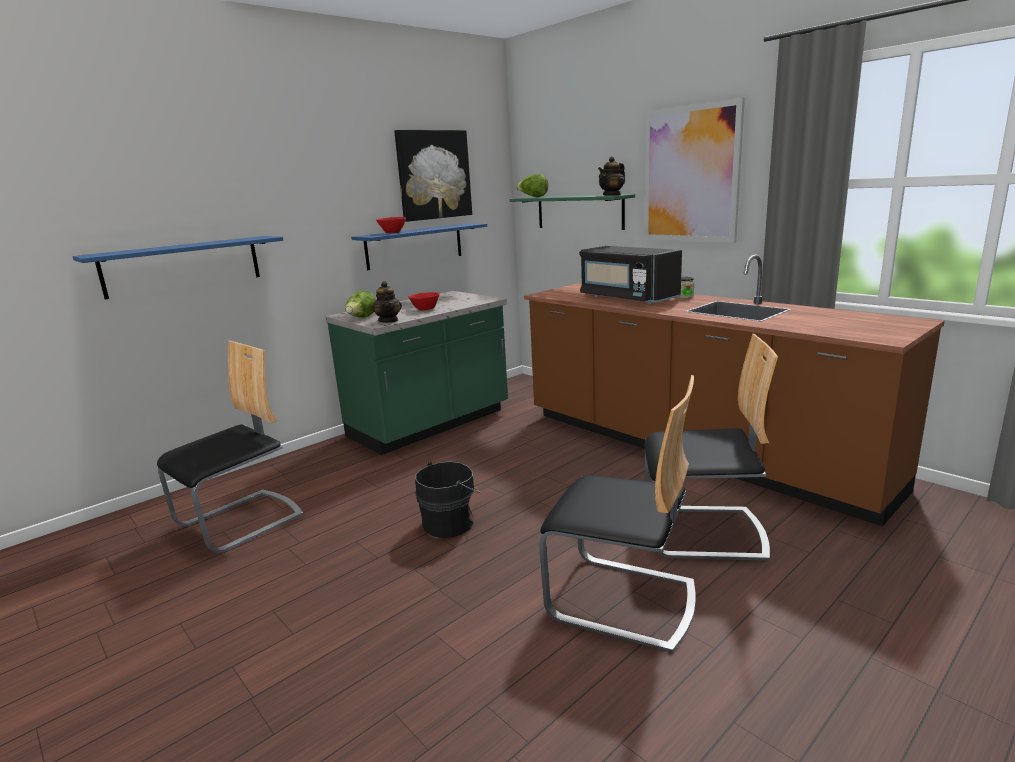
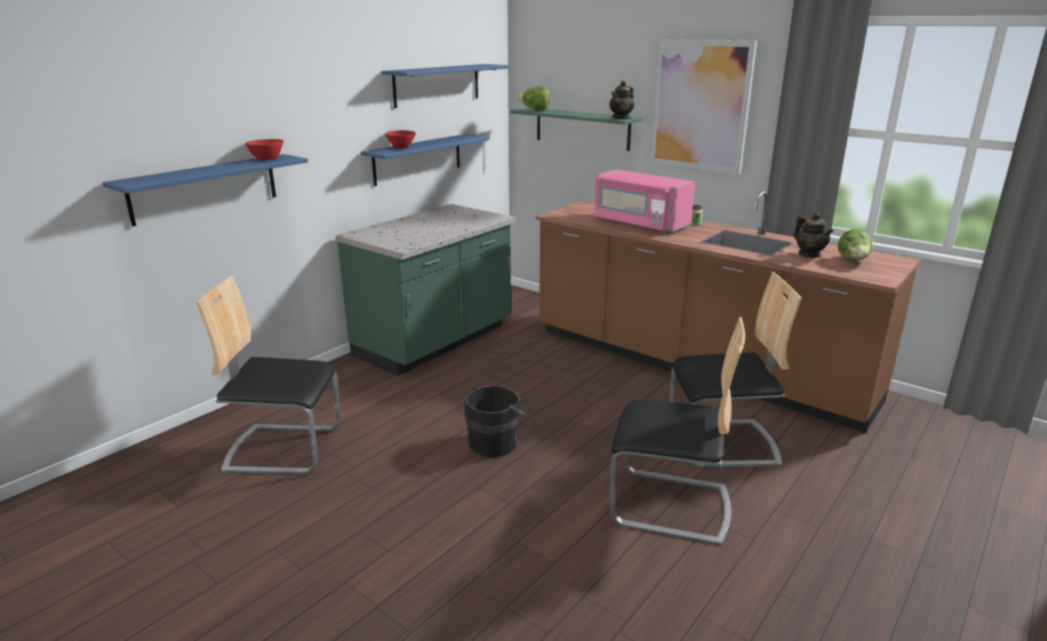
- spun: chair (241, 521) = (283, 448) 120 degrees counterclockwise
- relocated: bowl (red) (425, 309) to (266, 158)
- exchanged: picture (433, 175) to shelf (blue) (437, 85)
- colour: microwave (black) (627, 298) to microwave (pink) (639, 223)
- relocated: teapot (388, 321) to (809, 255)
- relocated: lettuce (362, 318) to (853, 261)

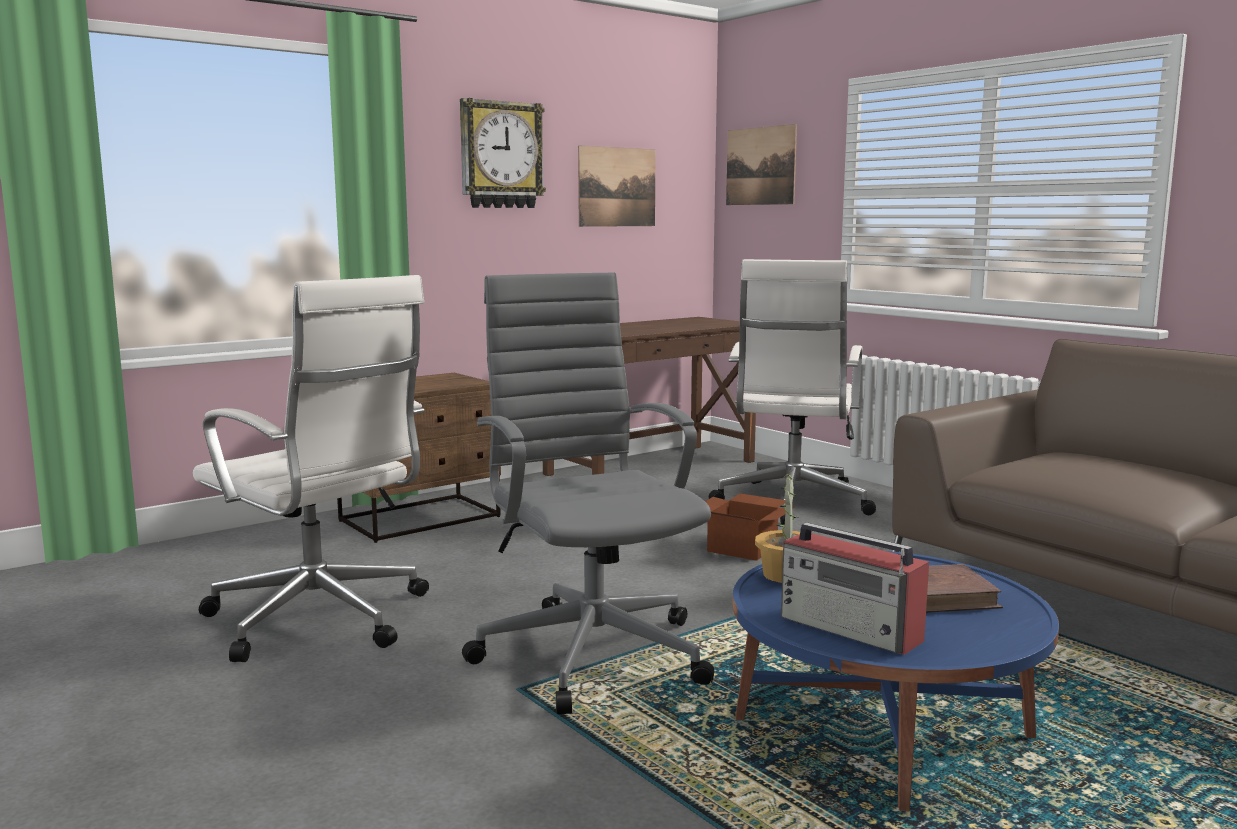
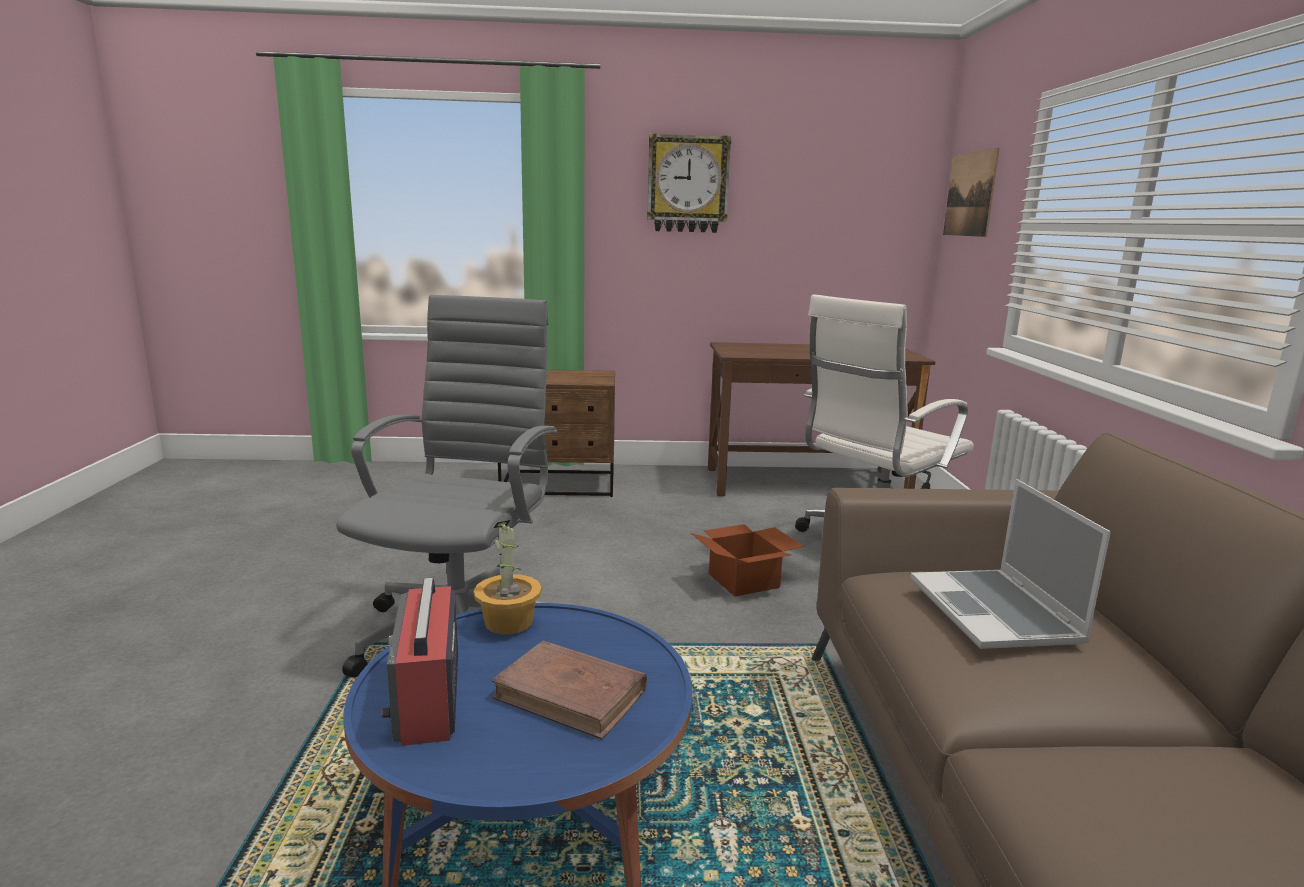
- appeared: laptop (996, 612)
- missing: office chair (white) (321, 620)
- missing: picture (617, 187)

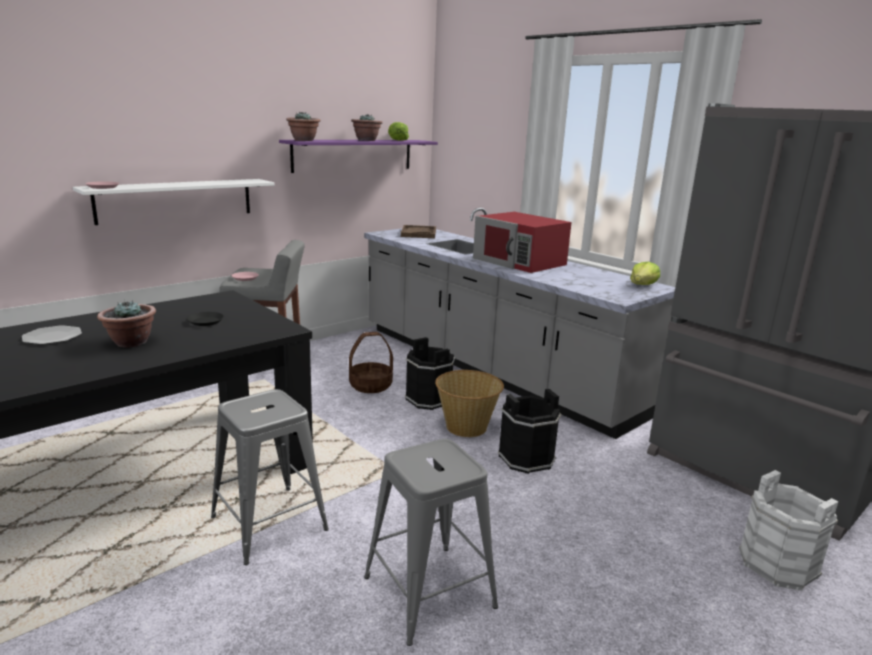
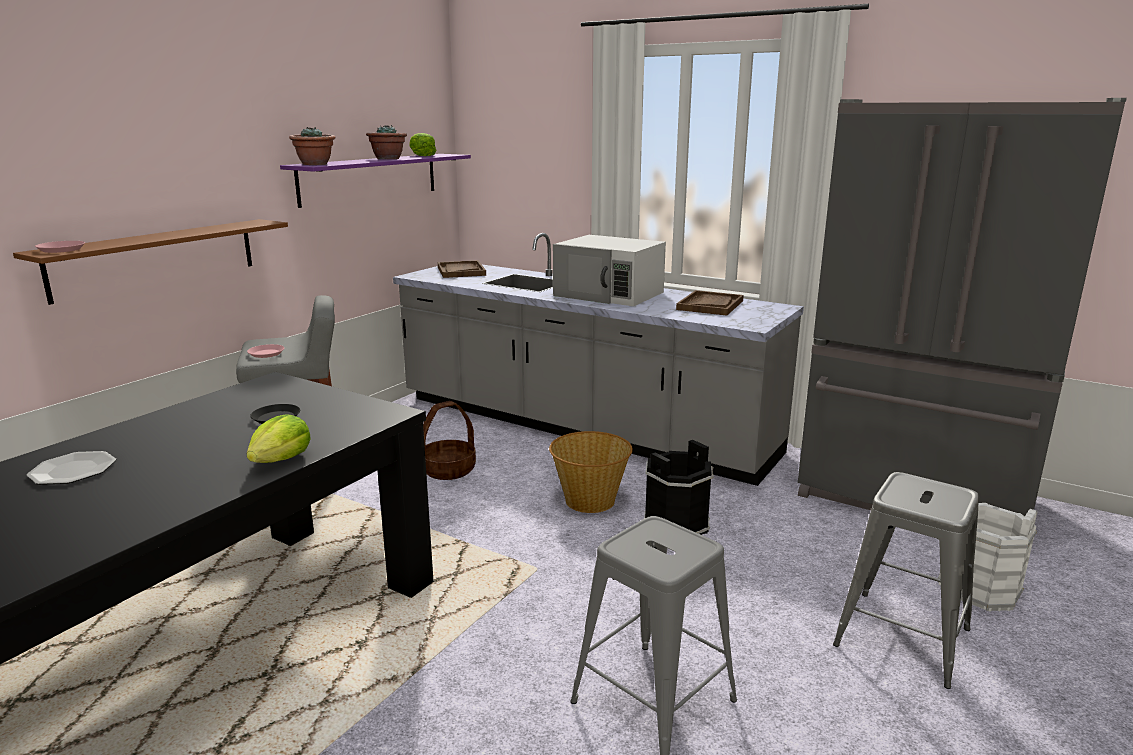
- colour: shelf (white) (176, 200) to shelf (brown) (156, 258)
- relocated: lettuce (642, 285) to (281, 459)
- colour: microwave (red) (520, 261) to microwave (white) (609, 294)
- appeared: tray (brown) (710, 305)
- relocated: stool (grey) (269, 523) to (901, 636)
- missing: potted plant (130, 342)
- missing: bucket (black) (429, 399)

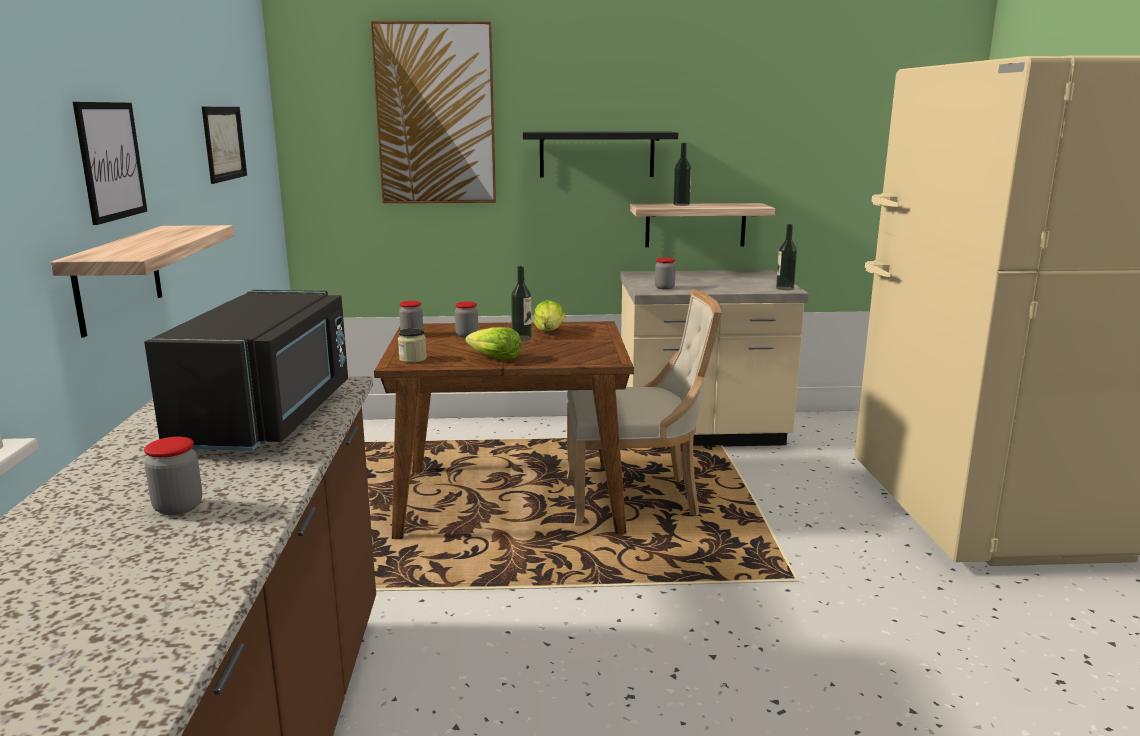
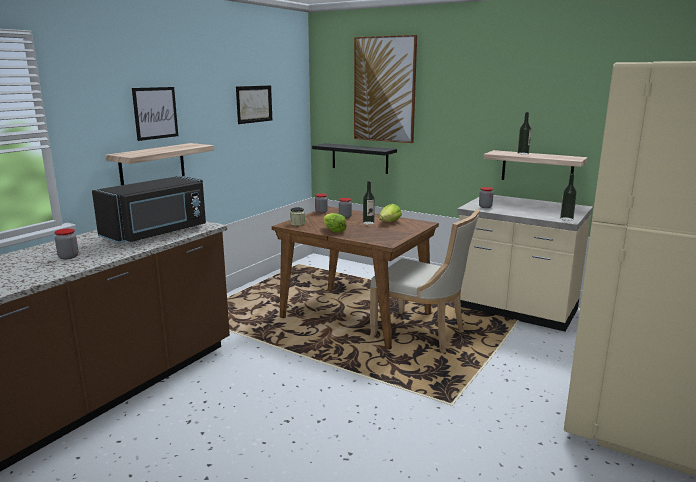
- relocated: shelf (black) (597, 154) to (359, 158)

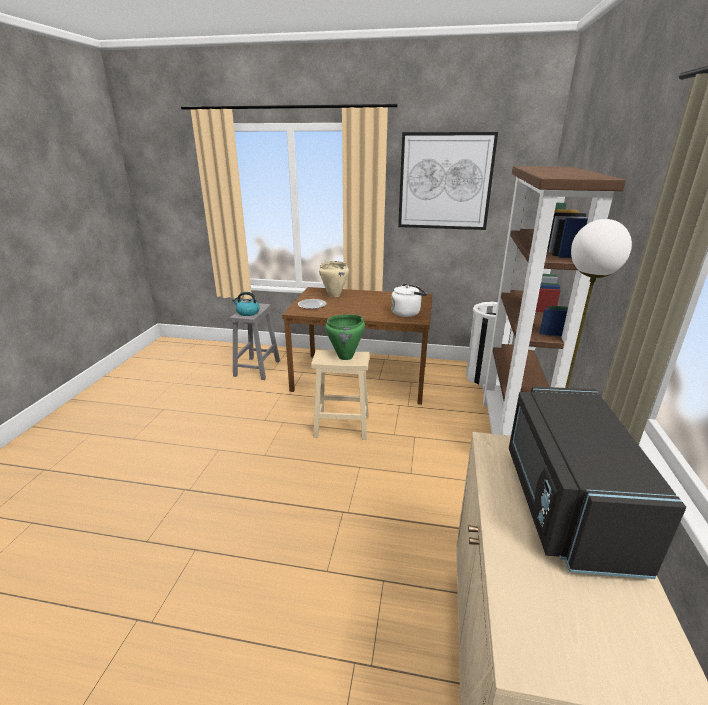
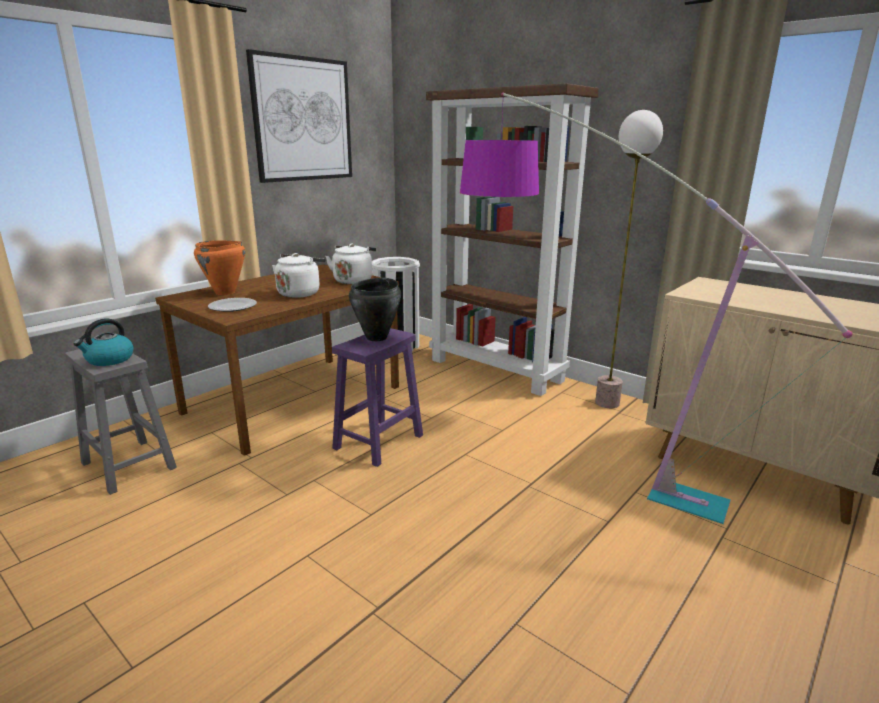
- colour: cooking pot (beige) (334, 295) to cooking pot (orange) (225, 293)
- appeared: kettle (white) (300, 293)
- colour: stool (beige) (340, 426) to stool (purple) (378, 442)
- colour: cooking pot (green) (345, 357) to cooking pot (black) (377, 338)
- appeared: floor lamp (569, 461)
- missing: microwave (black) (564, 504)

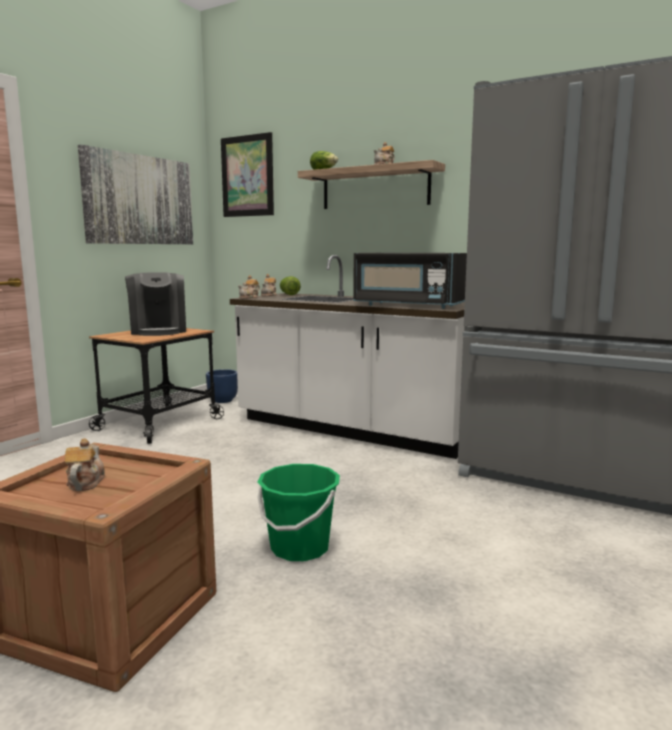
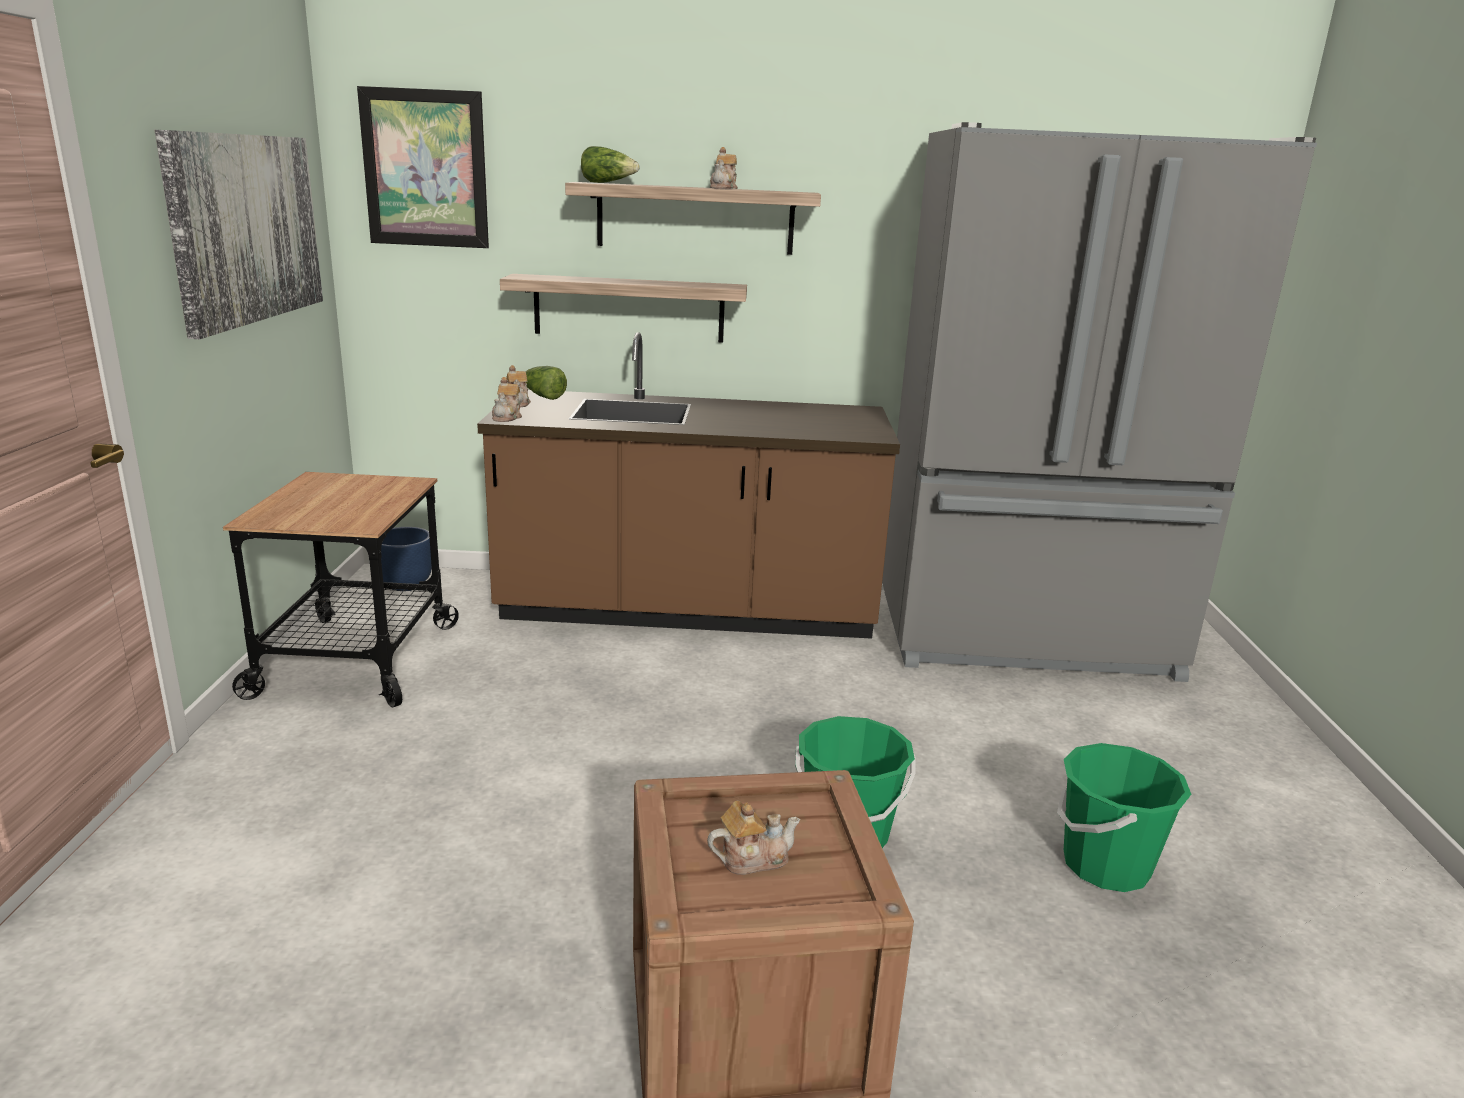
- colour: counter (white) (353, 429) to counter (brown) (688, 611)
- appeared: shelf (629, 308)
- spun: teapot (85, 483) = (752, 858) 105 degrees clockwise
- appeared: bucket (green) (1105, 865)
- missing: coffee machine (158, 331)
- missing: microwave (black) (407, 305)

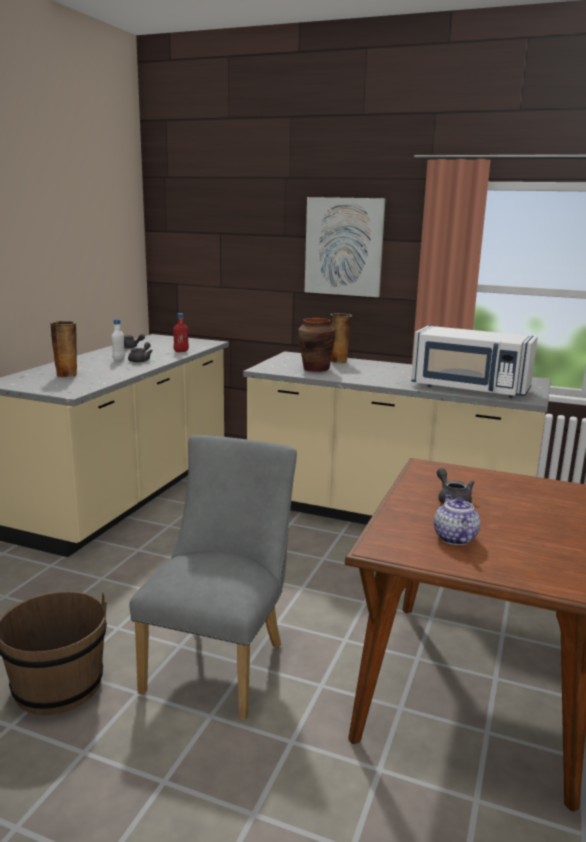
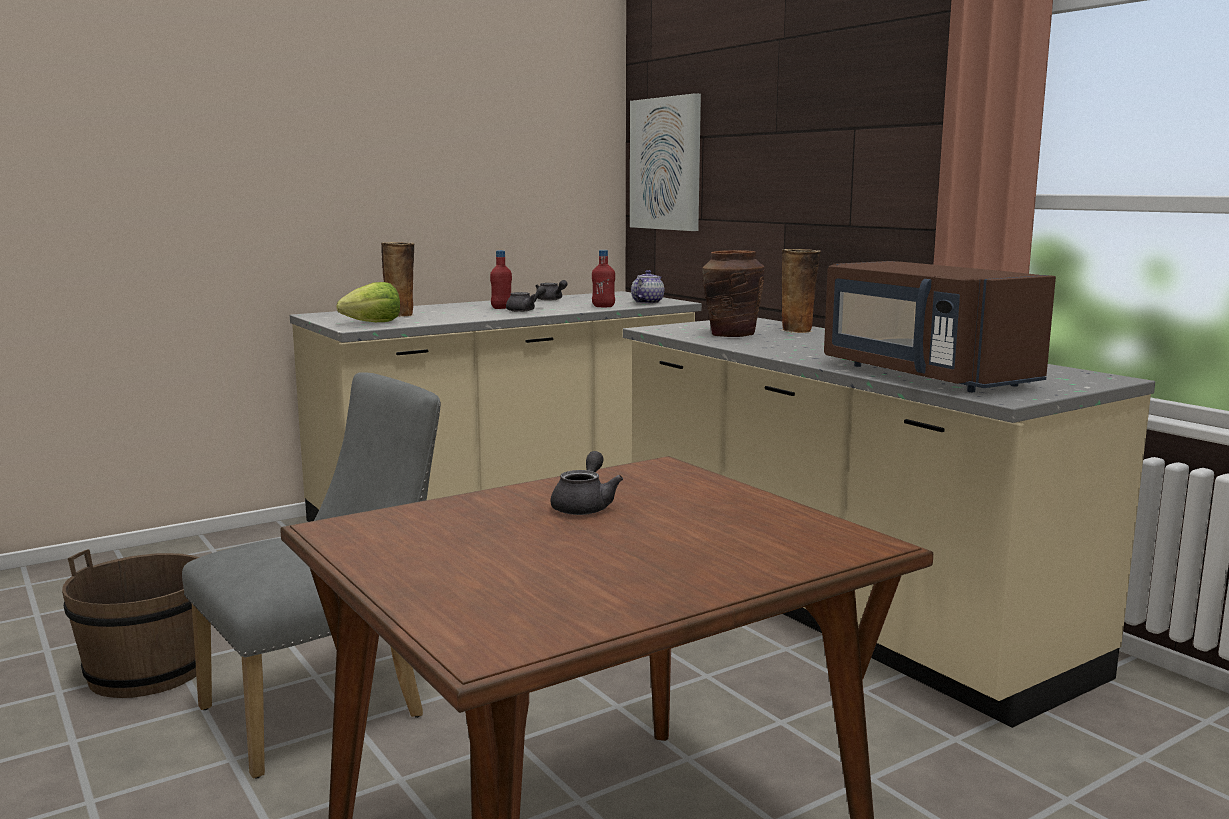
- appeared: lettuce (373, 322)
- colour: bottle (white) (119, 360) to bottle (red) (501, 308)
- relocated: picture (344, 247) to (666, 164)
- relocated: teapot (454, 538) to (647, 302)
- colour: microwave (white) (469, 389) to microwave (brown) (922, 375)

